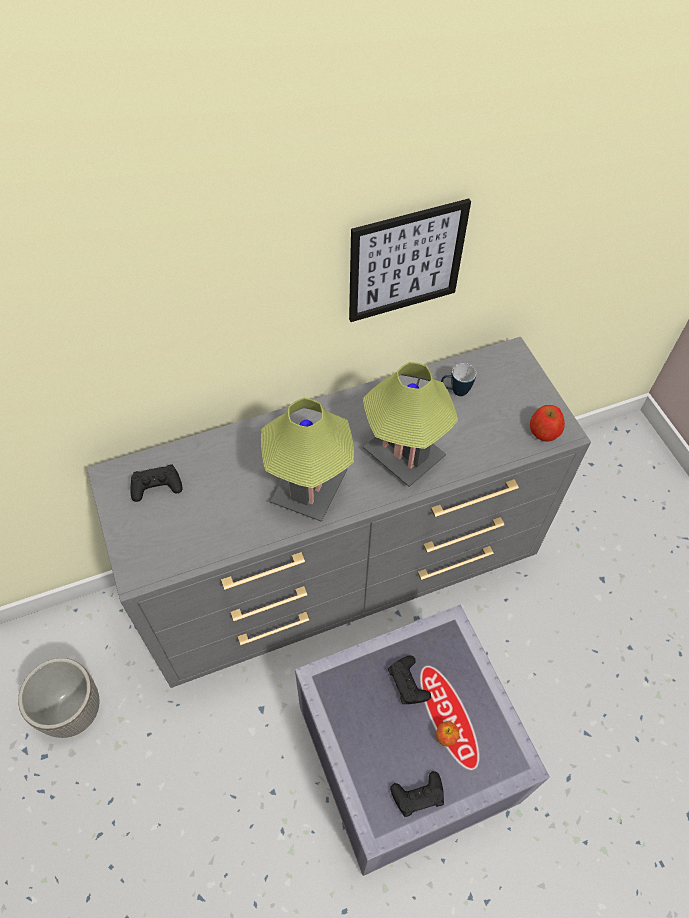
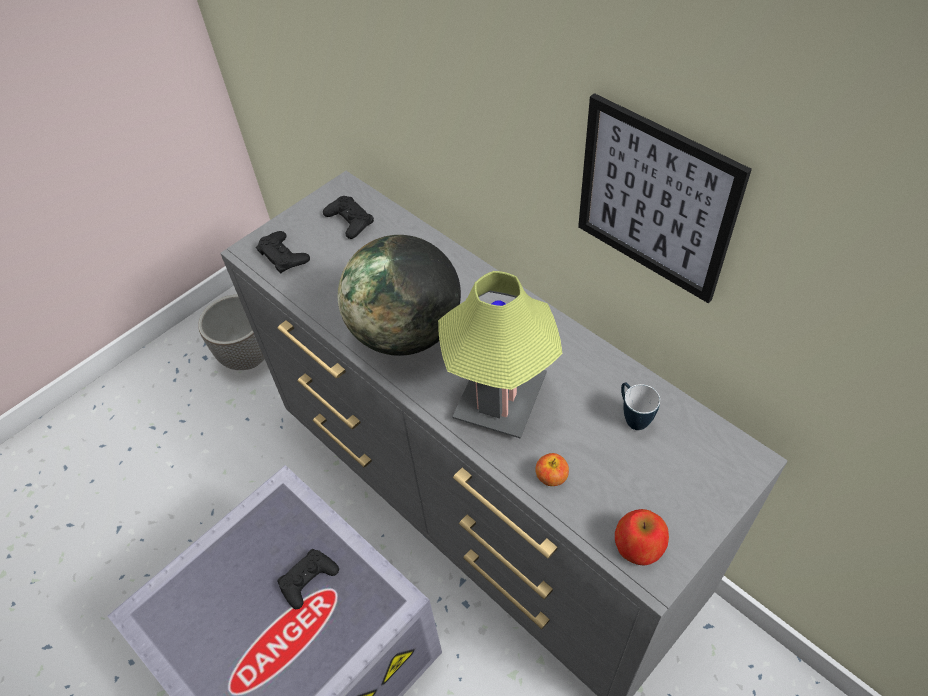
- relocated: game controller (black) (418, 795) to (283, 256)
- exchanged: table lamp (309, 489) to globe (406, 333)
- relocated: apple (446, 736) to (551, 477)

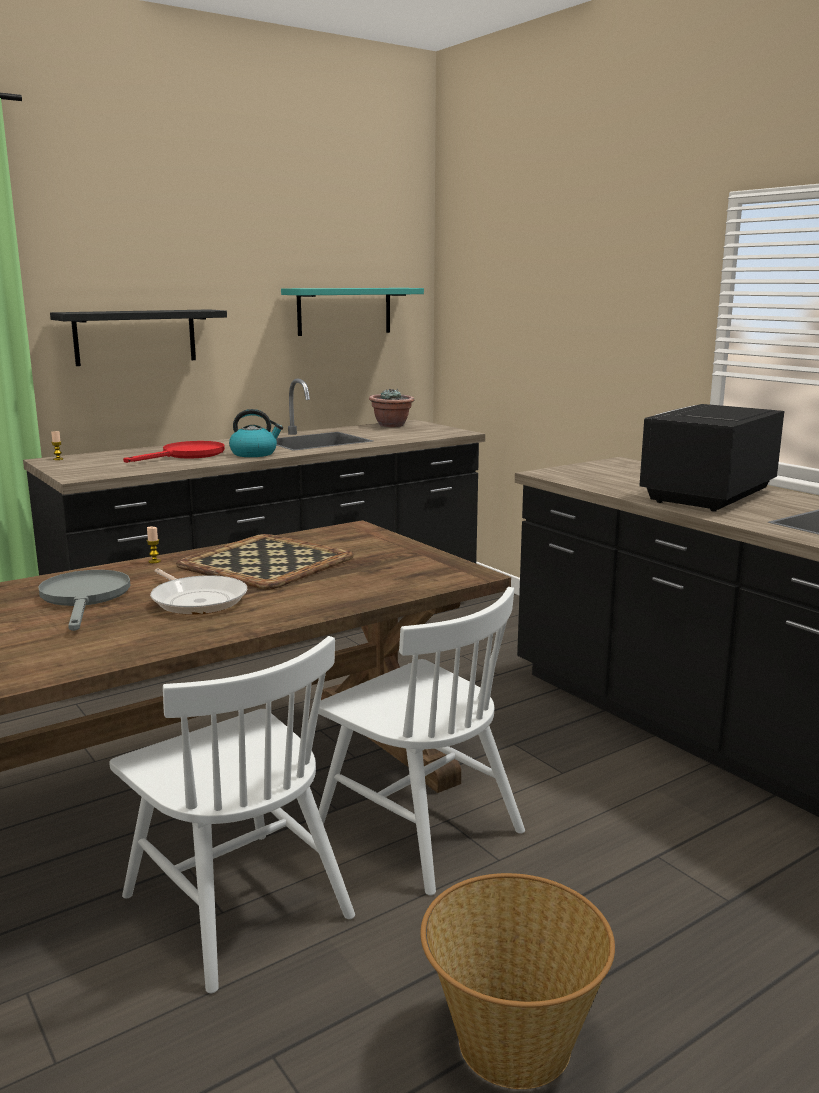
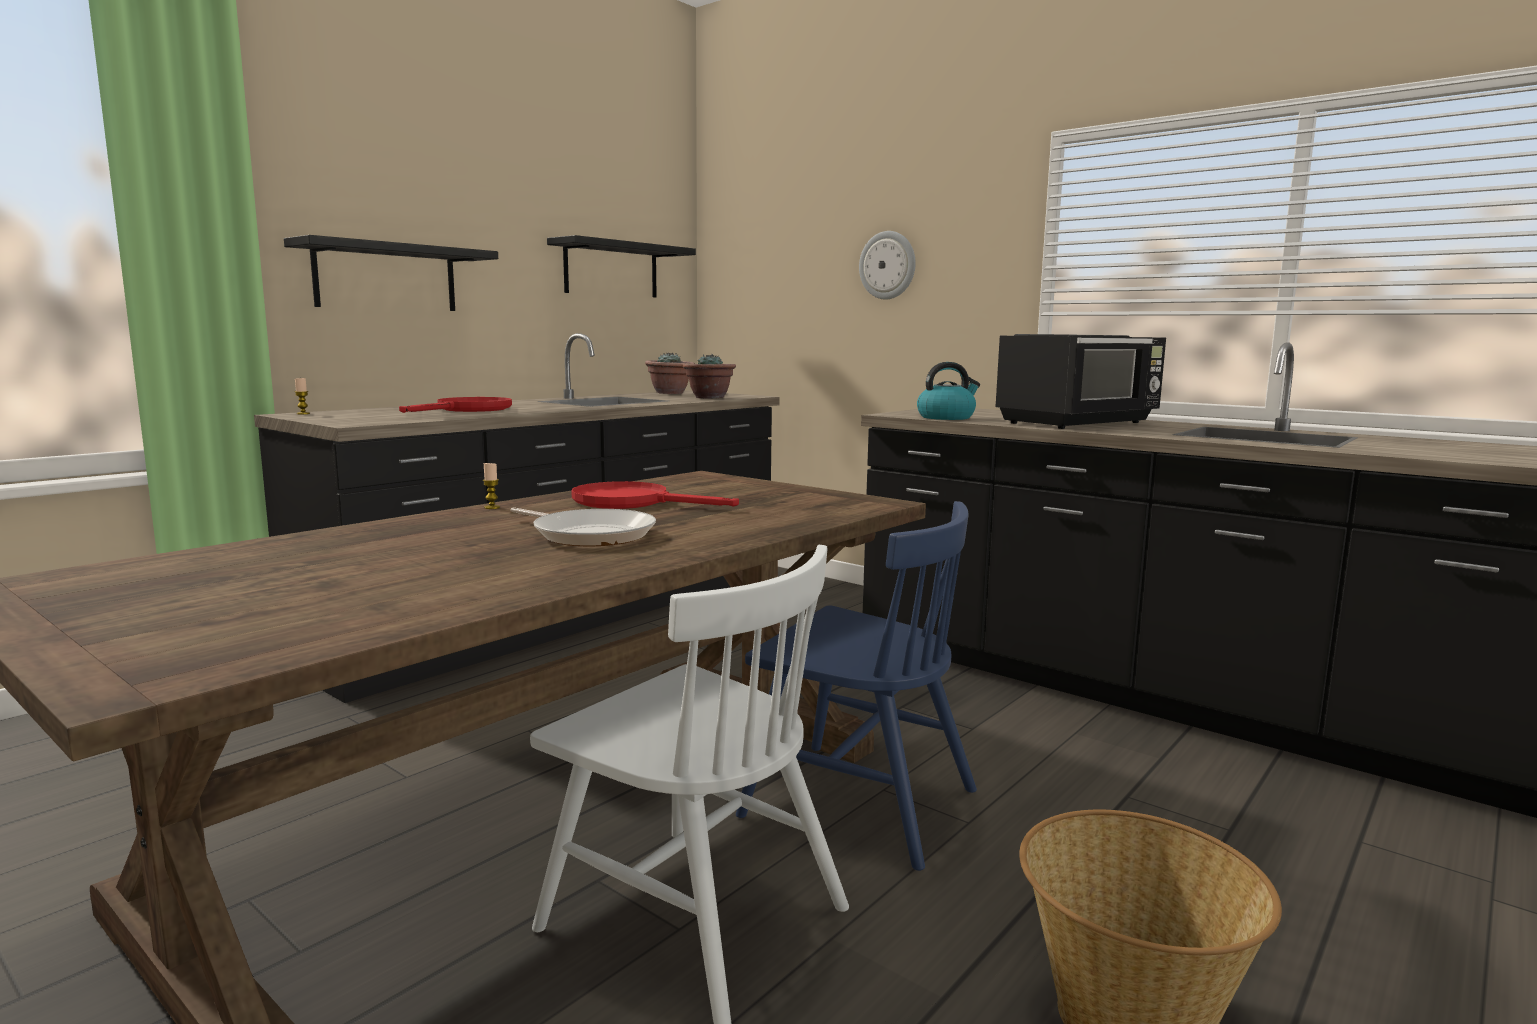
- colour: shelf (turquoise) (344, 311) to shelf (black) (611, 270)
- exchanged: tray (266, 561) to frying pan (red) (633, 502)
- appeared: potted plant (709, 397)
- colour: chair (white) (418, 829) to chair (blue) (858, 802)
- appeared: wall clock (888, 265)
- relocated: kettle (254, 454) to (946, 417)
- spun: microwave (black) (706, 496) = (1079, 423) 150 degrees counterclockwise
- missing: frying pan (grey) (85, 598)

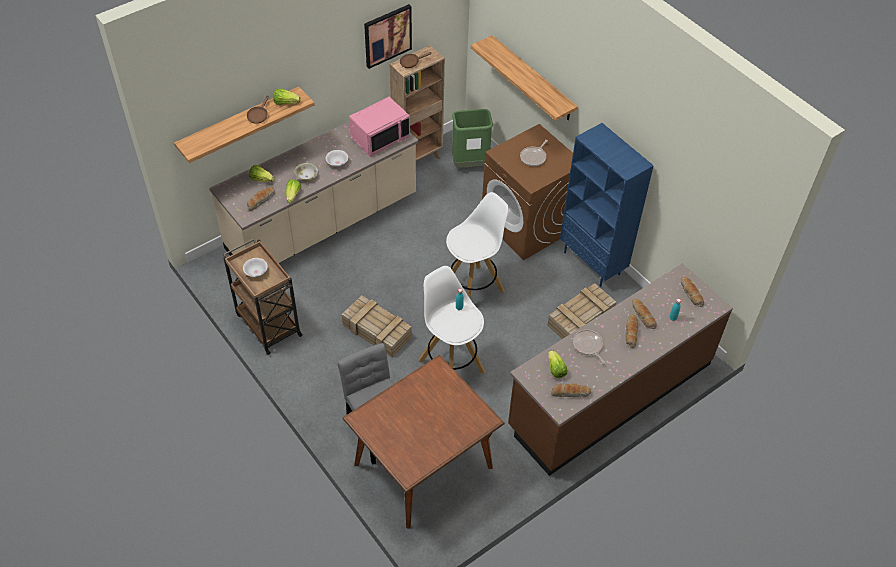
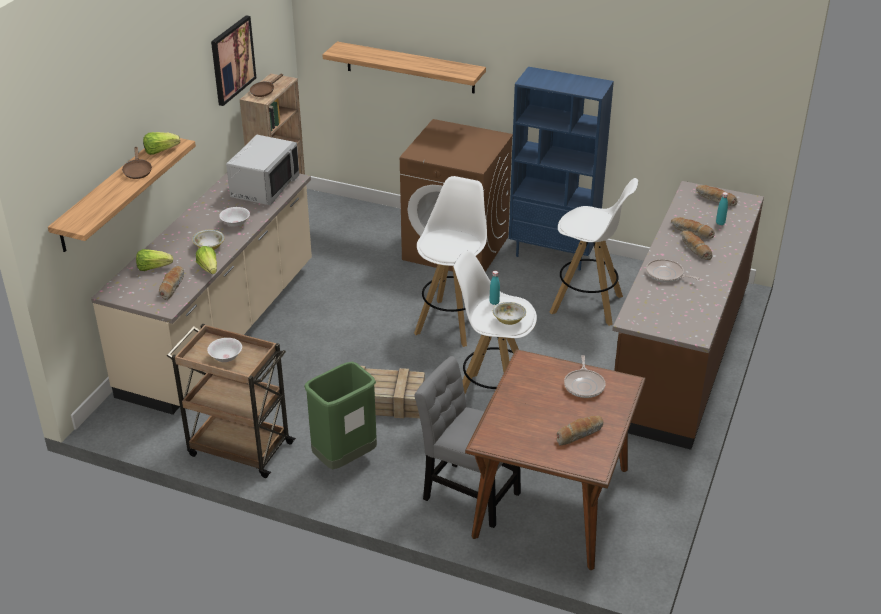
- colour: microwave (pink) (379, 137) to microwave (grey) (264, 187)
- relocated: trash can (green) (470, 164) to (345, 459)
- appeared: bowl (509, 320)
- exchanged: crate (580, 319) to stool (white) (587, 304)
- relocated: bread (570, 393) to (579, 434)
- relocated: frying pan (534, 157) to (584, 385)
- missing: lettuce (555, 369)

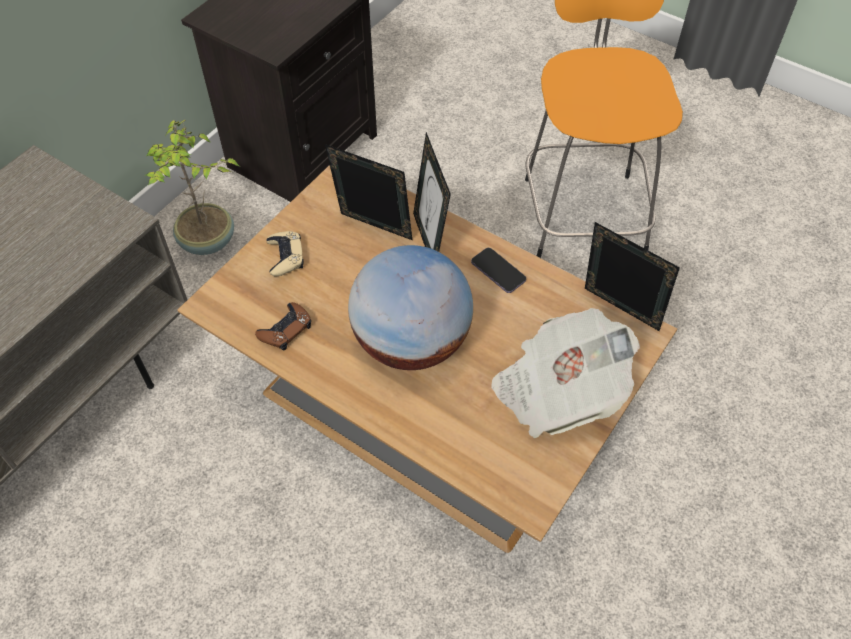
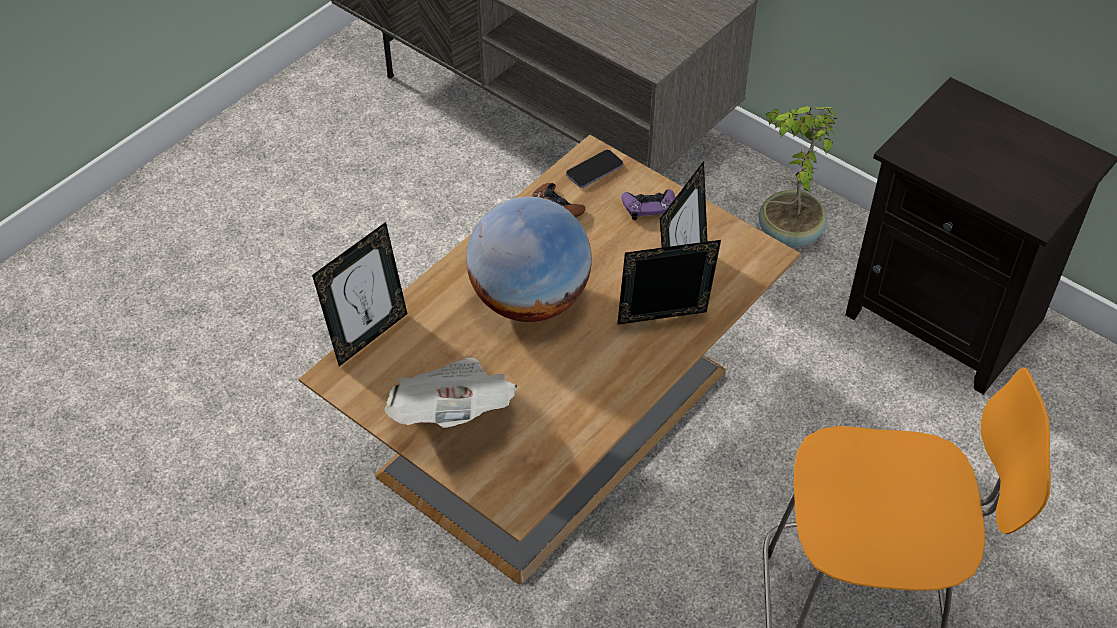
- relocated: picture frame (617, 314) to (368, 335)
- relocated: phone (498, 271) to (594, 170)
- colour: game controller (beige) (285, 257) to game controller (purple) (649, 207)

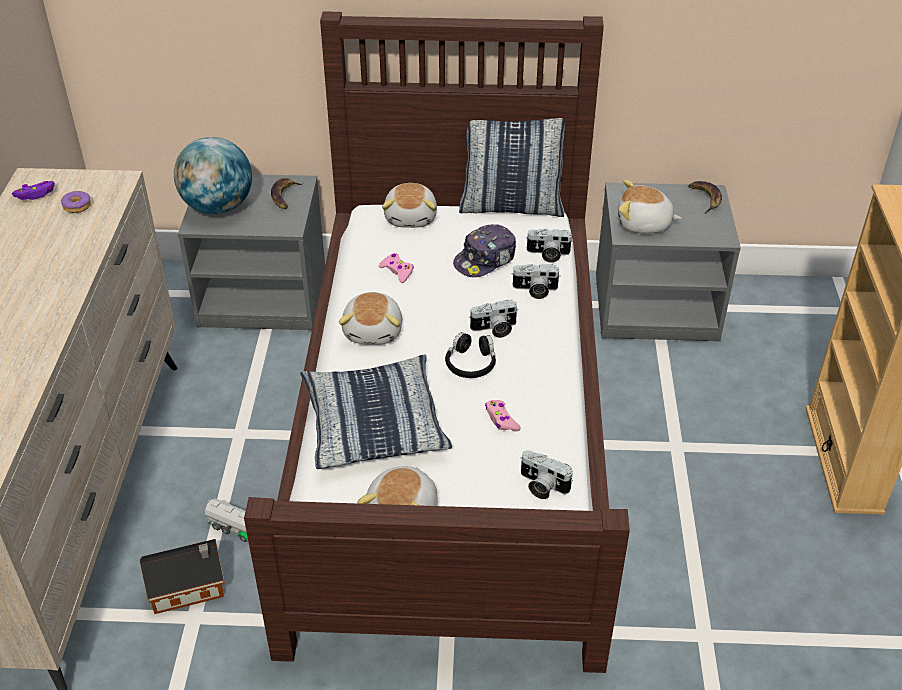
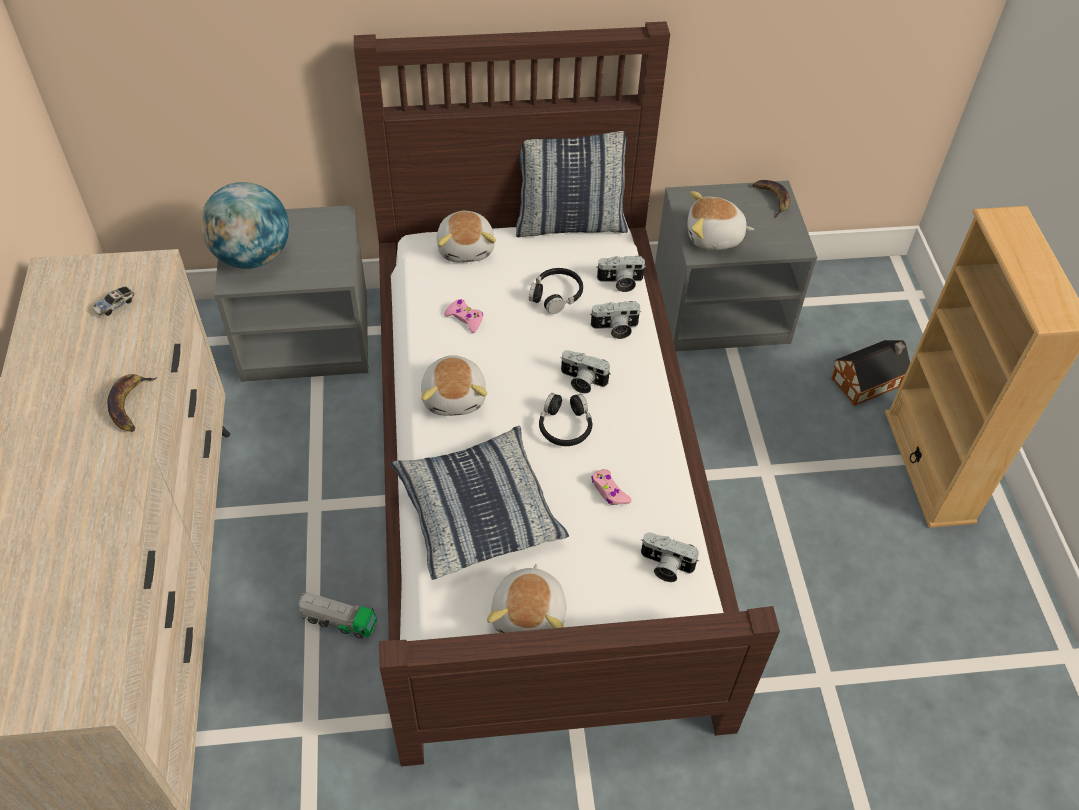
- exchanged: donut (77, 206) to toy car (115, 305)
- relocated: banana (284, 196) to (130, 404)
- exchanged: cap (485, 260) to headphones (black) (556, 295)
- spun: photo camera (494, 329) = (582, 381) 45 degrees clockwise
- relocated: toy house (190, 587) to (868, 382)
- missing: game controller (purple) (36, 194)

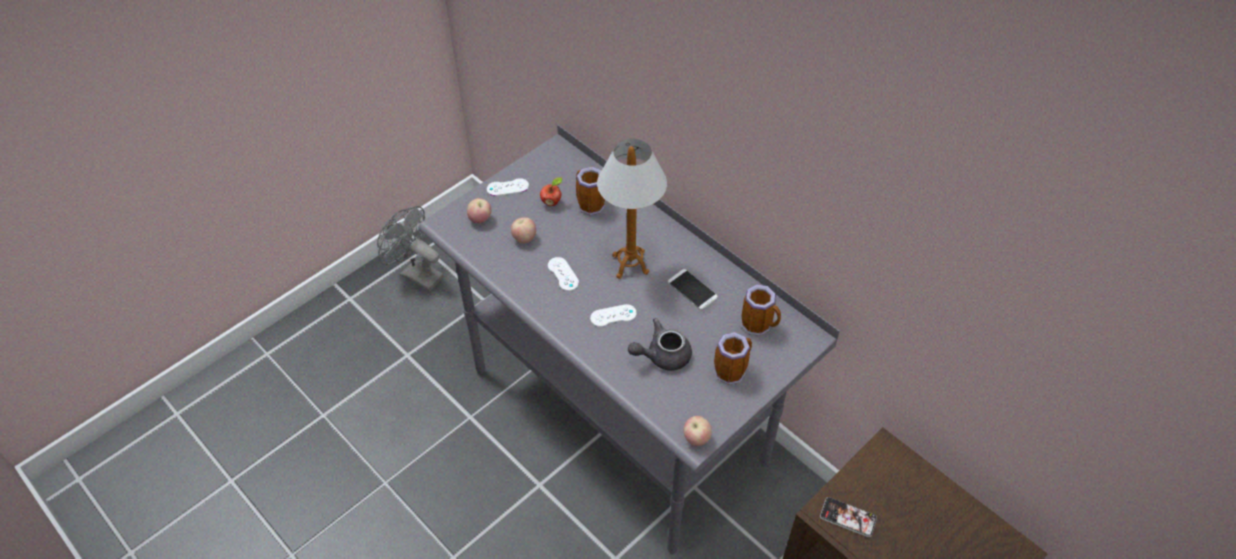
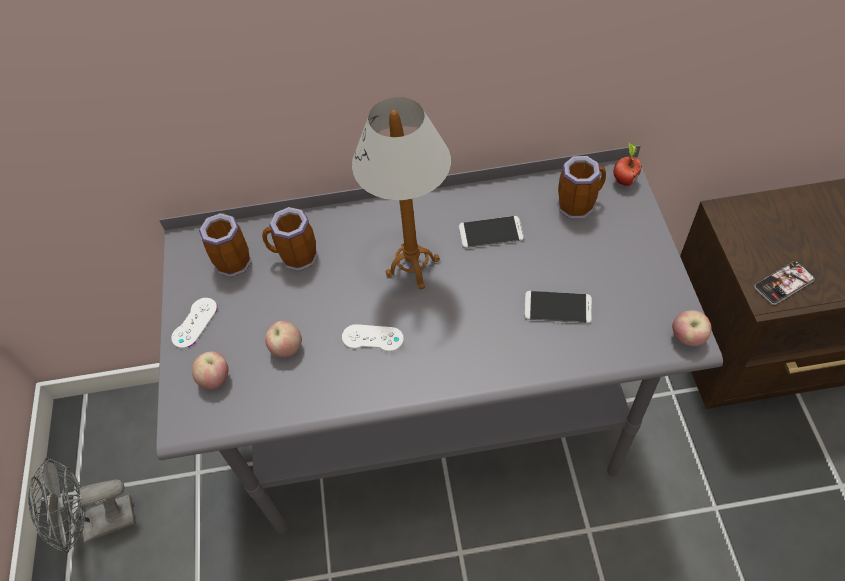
- relocated: mug (731, 370) to (232, 260)
- exchanged: teapot (grey) (662, 355) to phone (558, 307)
- relocated: apple (552, 202) to (623, 180)
- missing: game controller (white) (613, 316)

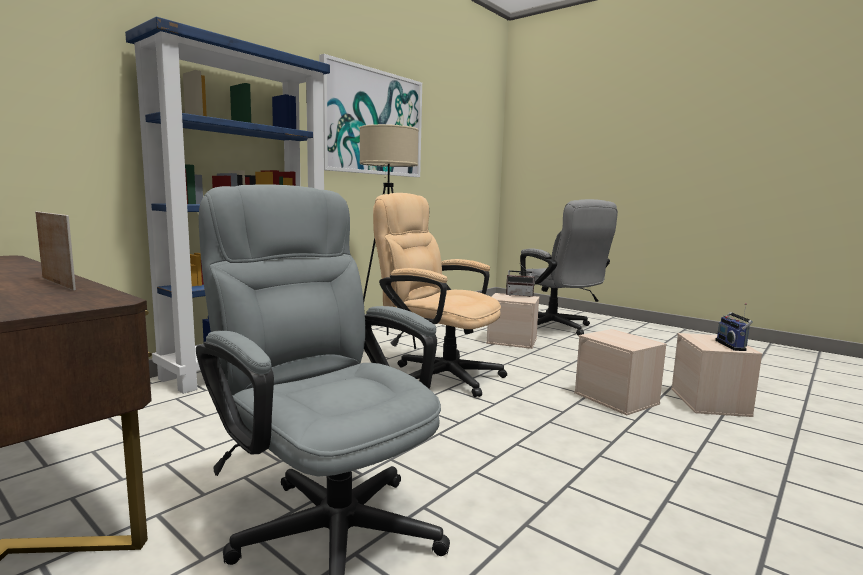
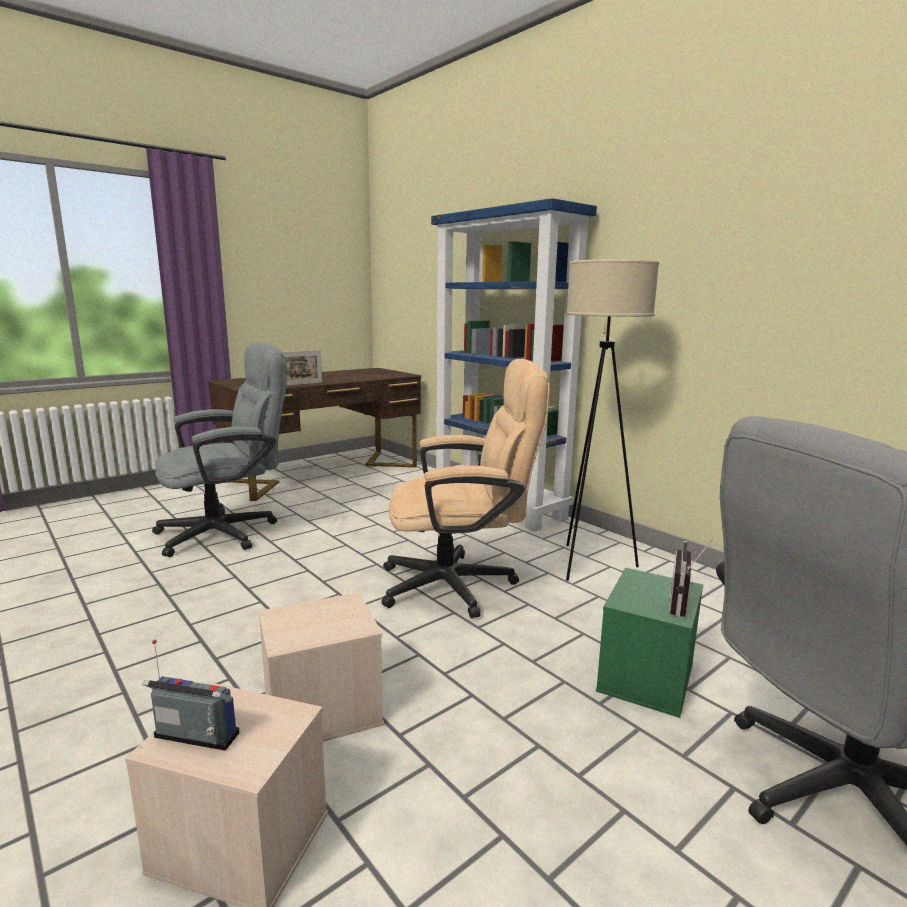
- spun: office chair (beige) (437, 374) = (461, 585) 45 degrees clockwise
- colour: storage box (beige) (512, 341) to storage box (green) (647, 678)
- missing: picture (373, 123)

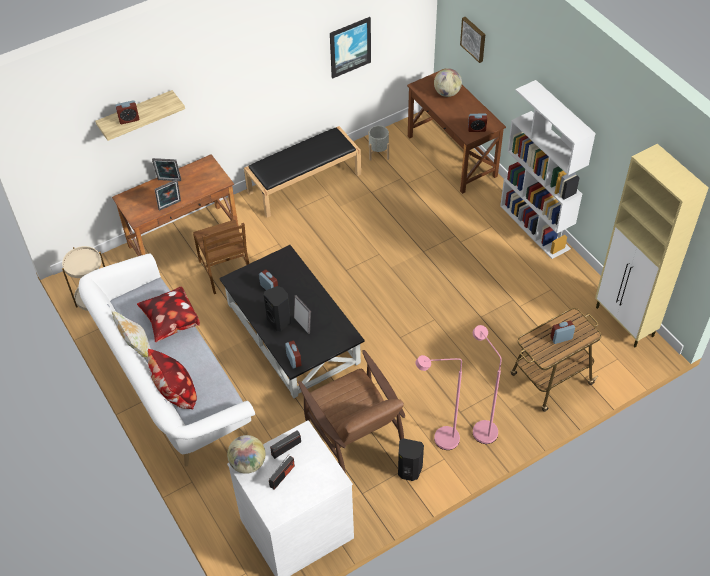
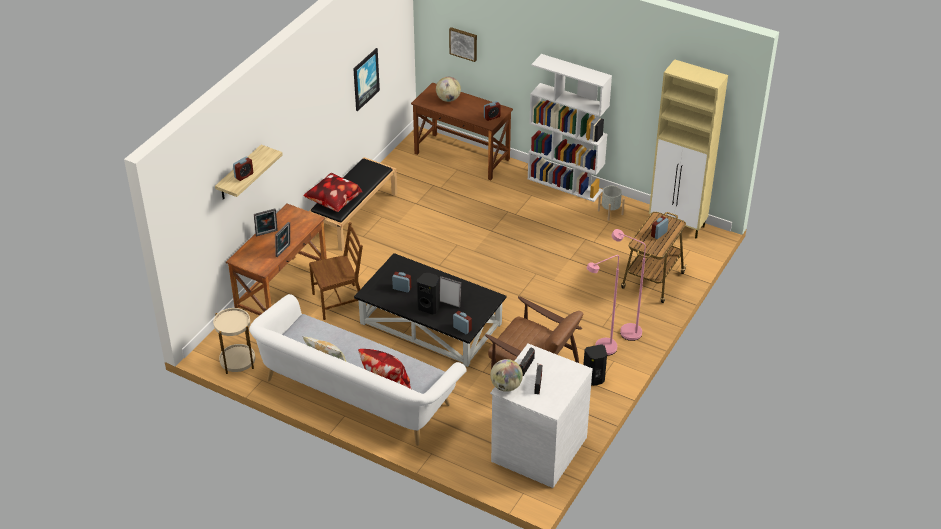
- relocated: pillow (171, 323) to (334, 203)
- spun: chair (brown) (226, 271) = (339, 301) 60 degrees counterclockwise
- relocated: planter (grey) (378, 153) to (610, 212)

